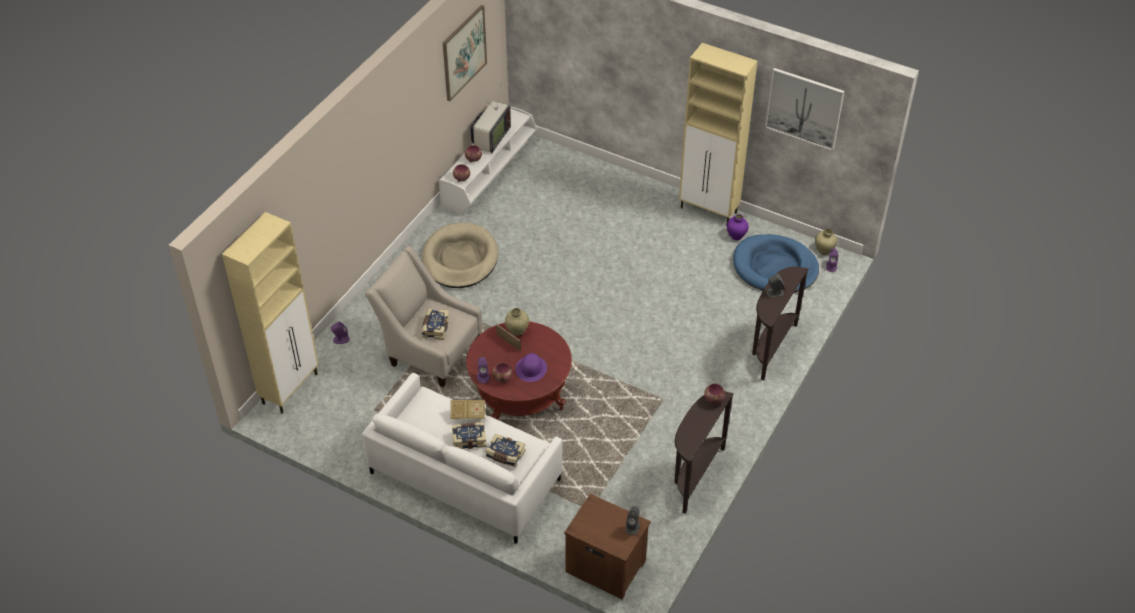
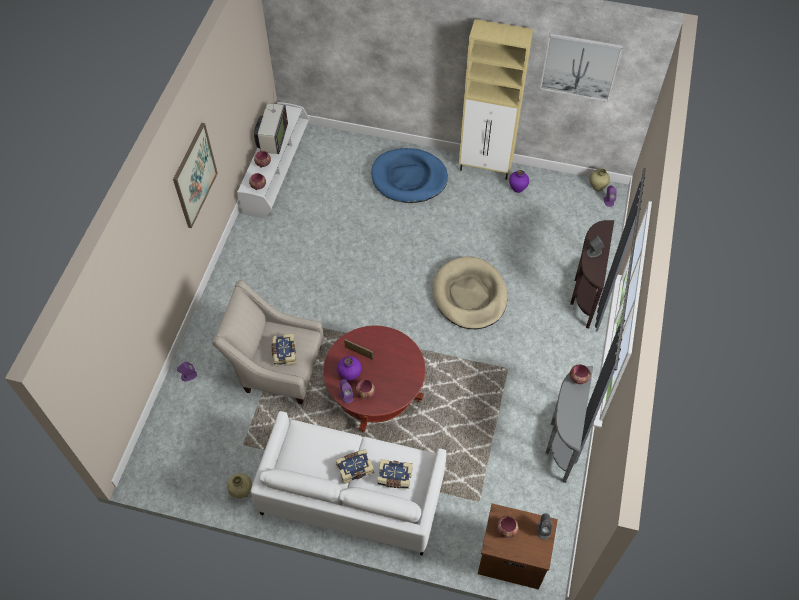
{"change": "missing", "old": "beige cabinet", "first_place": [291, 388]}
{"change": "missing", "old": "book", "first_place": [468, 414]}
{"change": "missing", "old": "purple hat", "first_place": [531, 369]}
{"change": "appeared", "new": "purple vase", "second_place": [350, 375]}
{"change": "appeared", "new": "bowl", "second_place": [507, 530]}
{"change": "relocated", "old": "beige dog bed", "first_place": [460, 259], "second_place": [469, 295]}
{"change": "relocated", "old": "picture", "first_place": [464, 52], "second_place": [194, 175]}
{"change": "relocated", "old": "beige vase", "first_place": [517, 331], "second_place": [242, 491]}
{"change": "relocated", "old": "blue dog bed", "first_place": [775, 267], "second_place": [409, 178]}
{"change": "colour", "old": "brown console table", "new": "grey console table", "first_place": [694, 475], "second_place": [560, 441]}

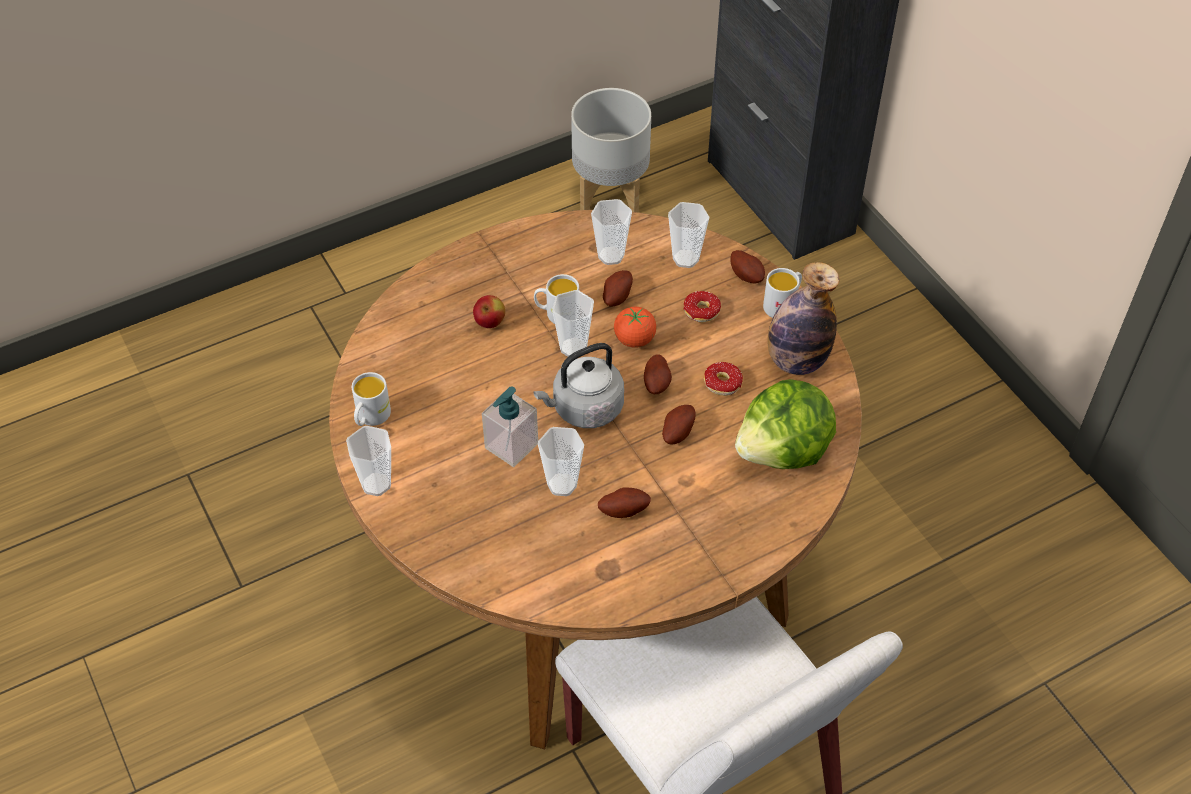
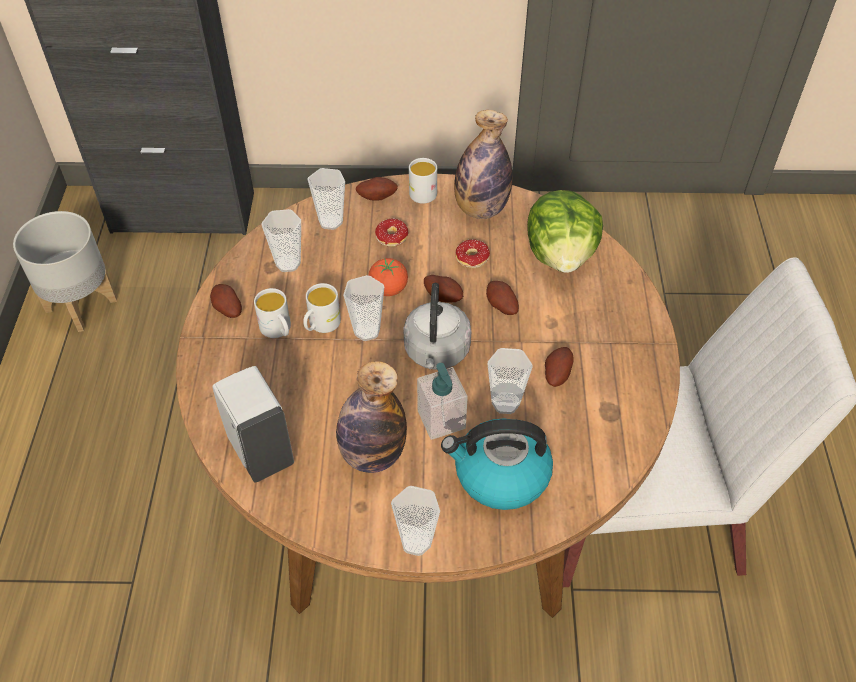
{"change": "missing", "old": "apple", "first_place": [490, 322]}
{"change": "appeared", "new": "white soap dispenser", "second_place": [260, 450]}
{"change": "appeared", "new": "bottle", "second_place": [372, 454]}
{"change": "appeared", "new": "kettle", "second_place": [500, 475]}
{"change": "relocated", "old": "white mug", "first_place": [370, 417], "second_place": [278, 330]}
{"change": "relocated", "old": "potato", "first_place": [616, 296], "second_place": [227, 310]}

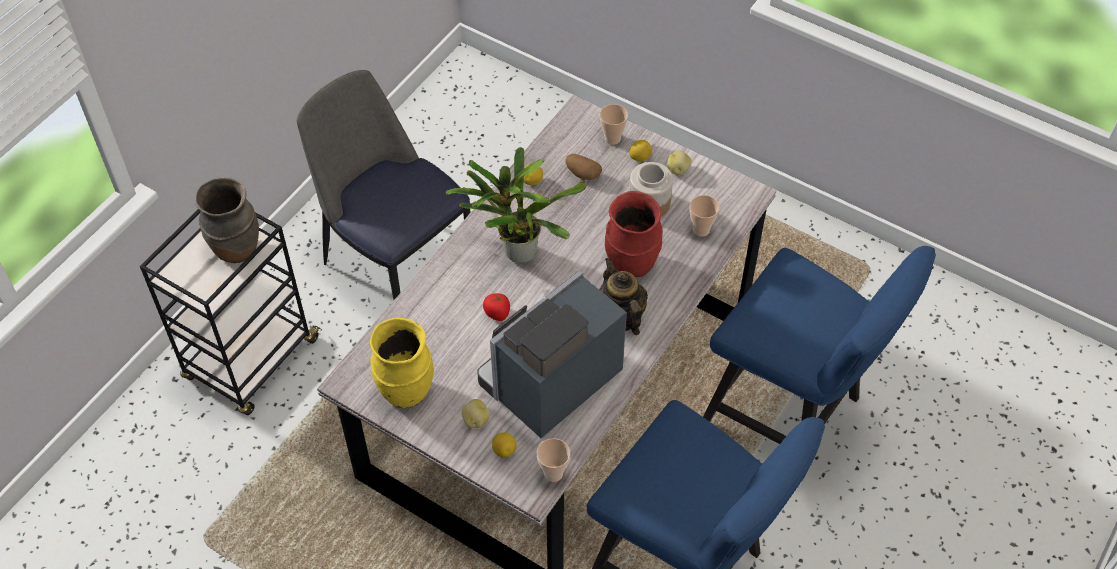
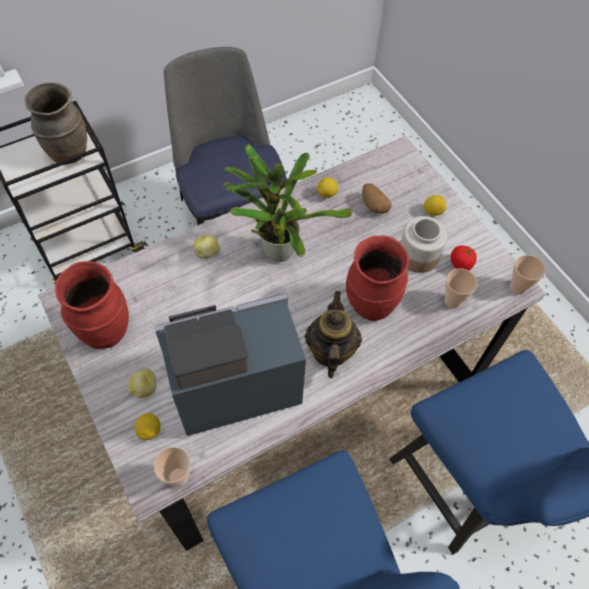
{"change": "relocated", "old": "tomato", "first_place": [497, 313], "second_place": [461, 264]}
{"change": "relocated", "old": "cup", "first_place": [612, 138], "second_place": [518, 287]}
{"change": "relocated", "old": "potato", "first_place": [678, 169], "second_place": [208, 252]}
{"change": "colour", "old": "yellow vase", "new": "red vase", "first_place": [405, 390], "second_place": [105, 330]}

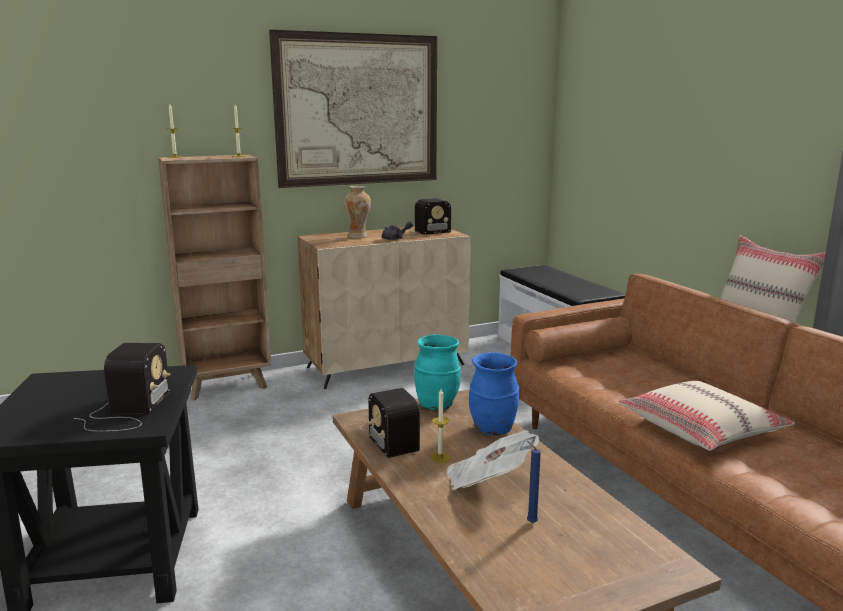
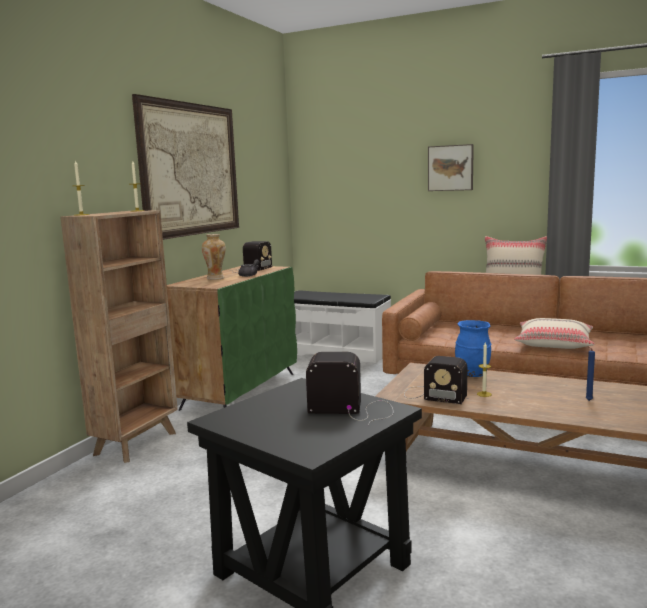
{"change": "missing", "old": "turquoise vase", "first_place": [437, 405]}
{"change": "missing", "old": "newspaper", "first_place": [488, 481]}
{"change": "appeared", "new": "picture", "second_place": [451, 168]}
{"change": "colour", "old": "beige cabinet", "new": "green cabinet", "first_place": [386, 365], "second_place": [240, 390]}
{"change": "spun", "old": "radio", "first_place": [127, 411], "second_place": [353, 409], "degrees": -45}

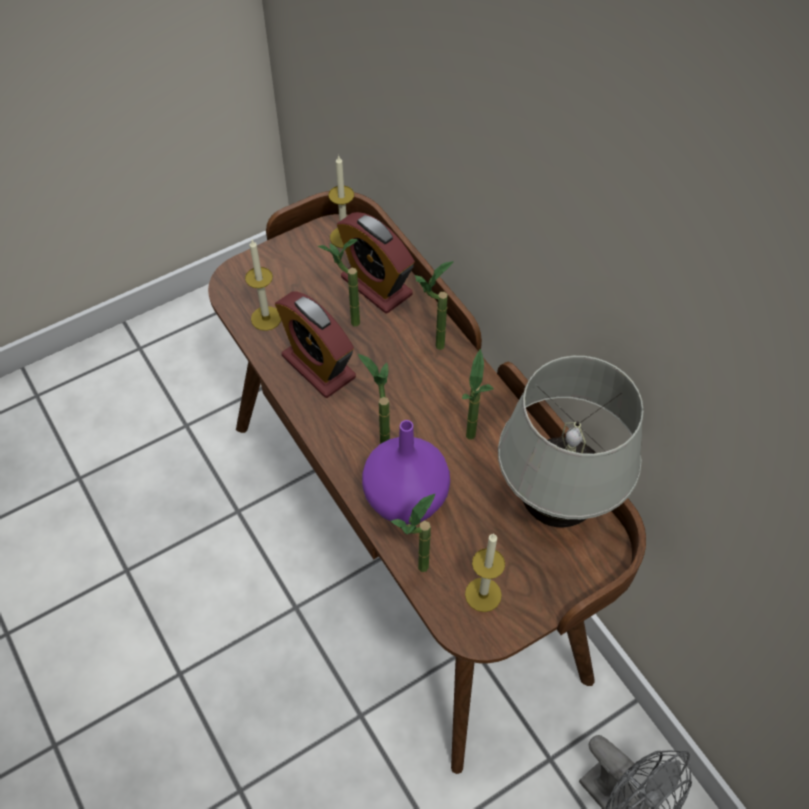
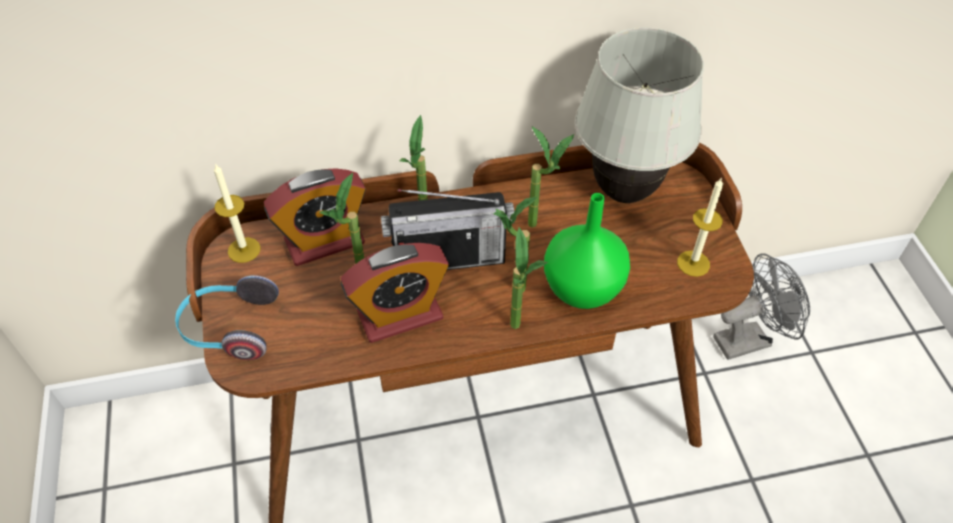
{"change": "missing", "old": "candle", "first_place": [266, 318]}
{"change": "appeared", "new": "headphones", "second_place": [229, 328]}
{"change": "appeared", "new": "radio", "second_place": [449, 259]}
{"change": "relocated", "old": "potted plant", "first_place": [415, 575], "second_place": [520, 332]}
{"change": "colour", "old": "purple vase", "new": "green vase", "first_place": [404, 500], "second_place": [582, 290]}

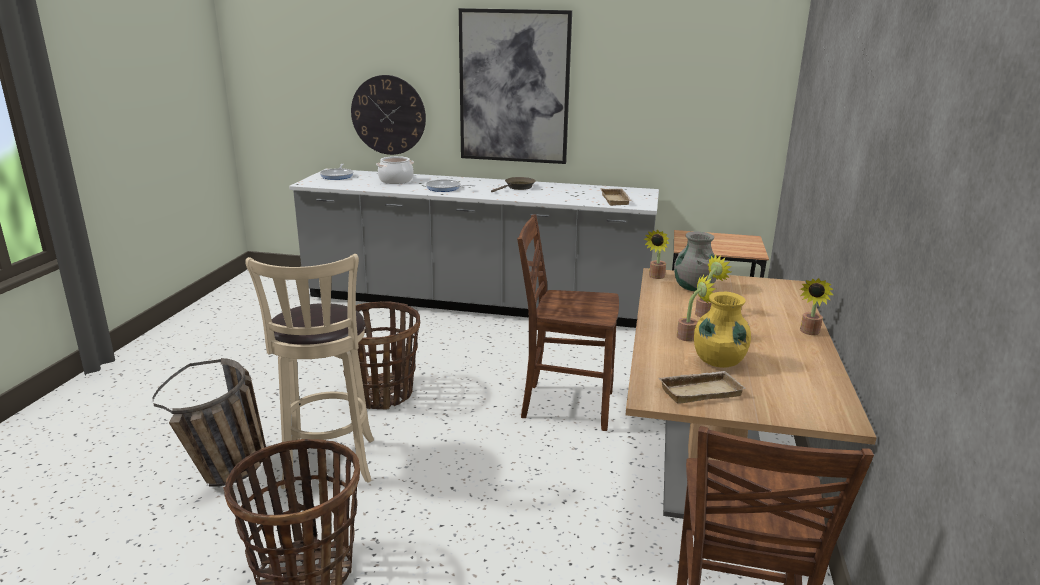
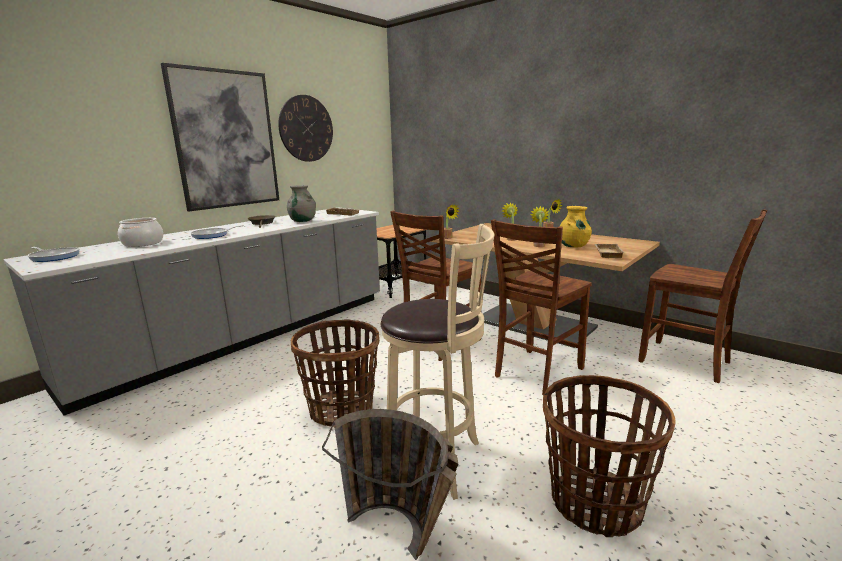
{"change": "appeared", "new": "brown chair", "second_place": [536, 372]}
{"change": "relocated", "old": "wall clock", "first_place": [388, 115], "second_place": [306, 128]}
{"change": "relocated", "old": "grey vase", "first_place": [694, 287], "second_place": [302, 221]}

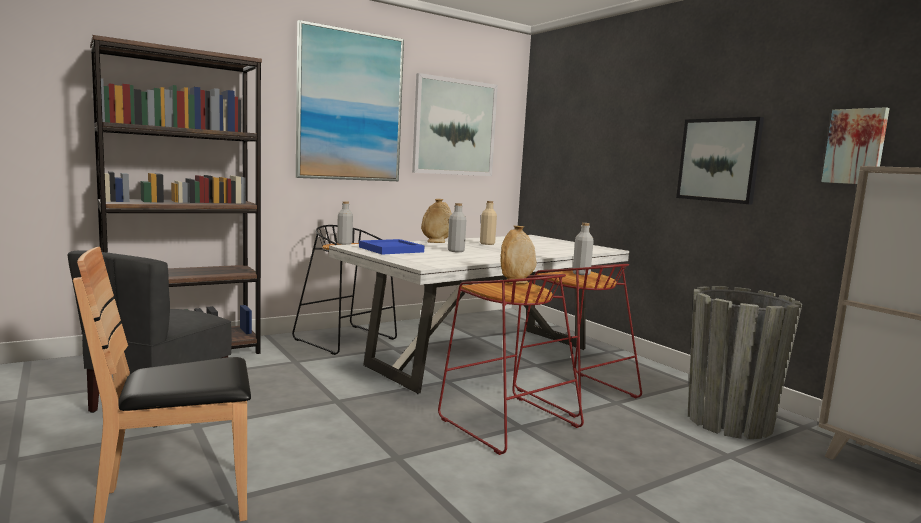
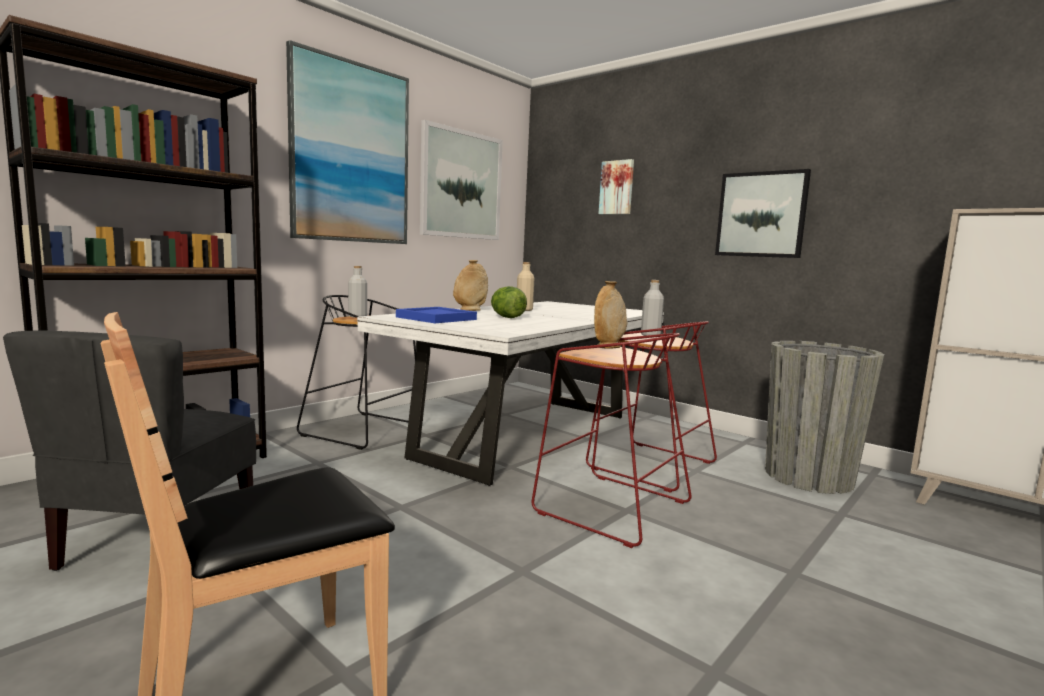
{"change": "relocated", "old": "picture", "first_place": [855, 146], "second_place": [617, 187]}
{"change": "exchanged", "old": "grey bottle", "new": "lettuce", "first_place": [456, 251], "second_place": [507, 317]}

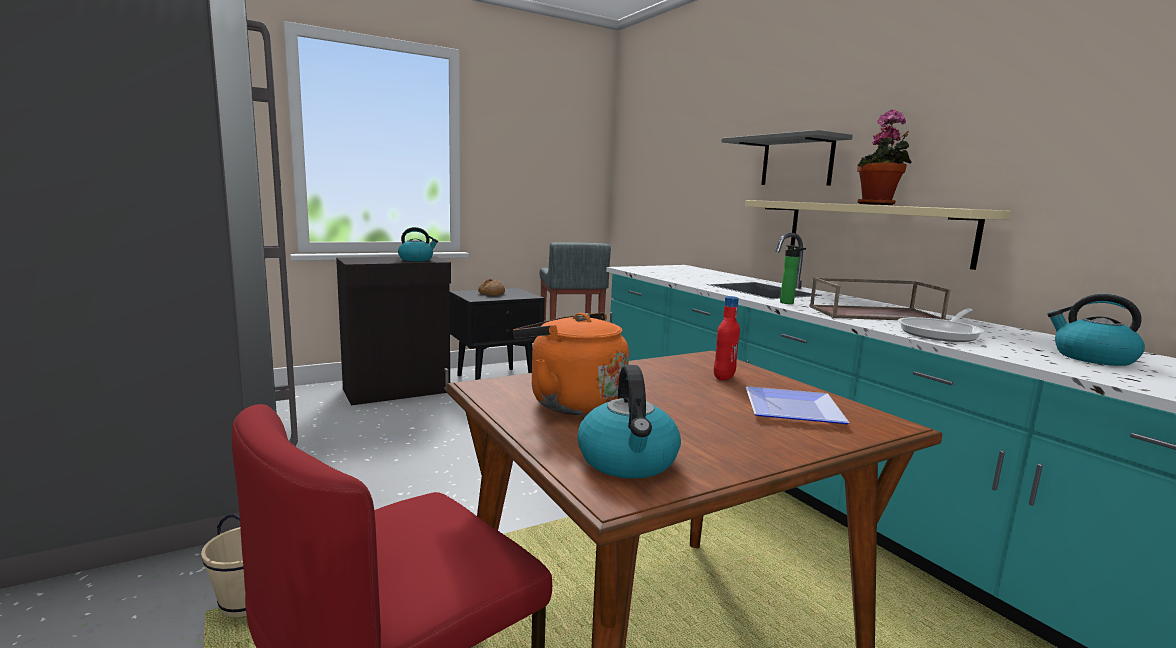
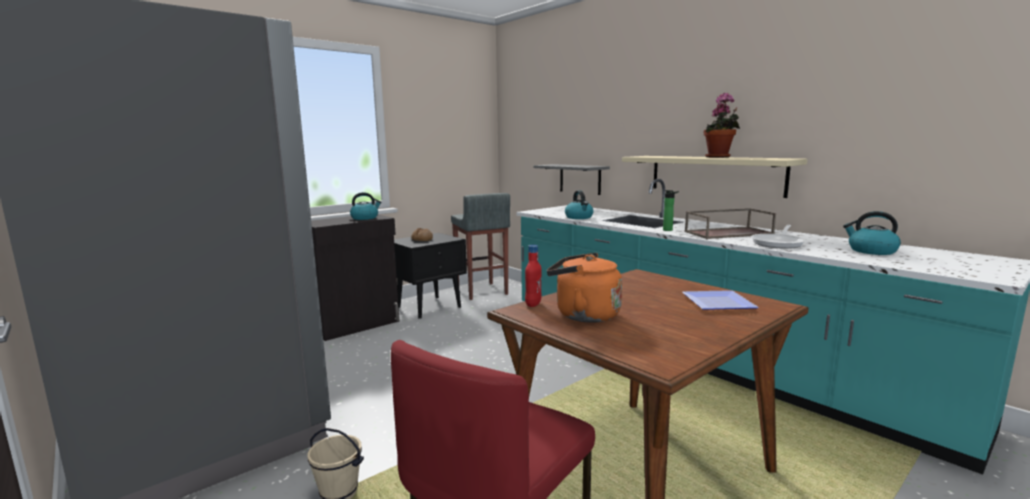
{"change": "relocated", "old": "kettle", "first_place": [628, 461], "second_place": [579, 217]}
{"change": "relocated", "old": "red bottle", "first_place": [724, 377], "second_place": [533, 304]}
{"change": "relocated", "old": "grey shelf", "first_place": [797, 162], "second_place": [580, 179]}

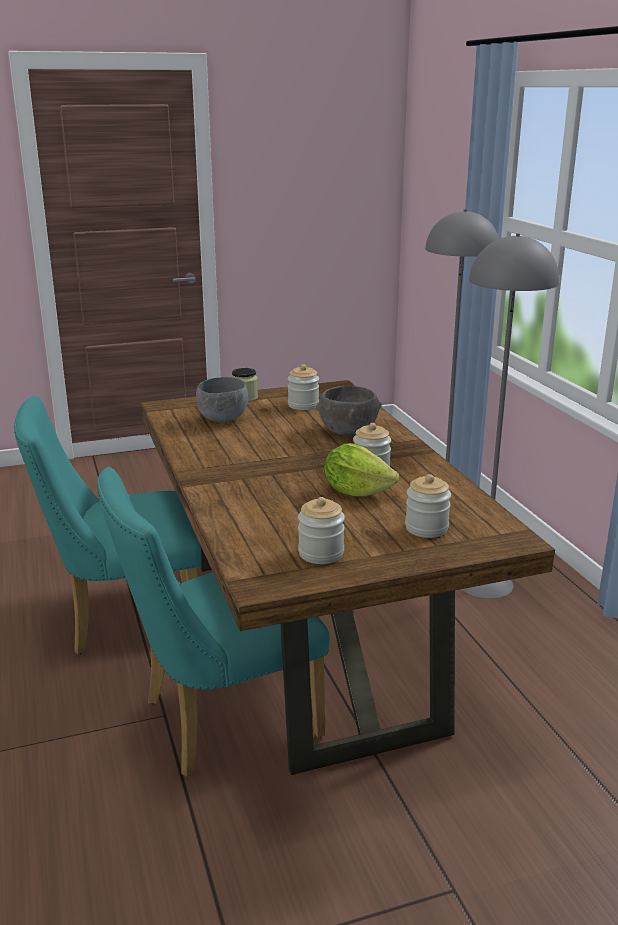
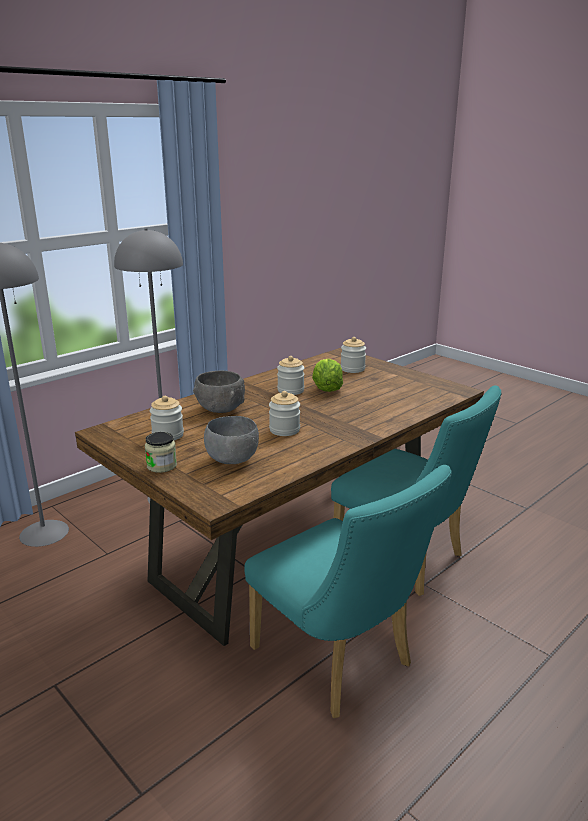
{"change": "relocated", "old": "jar", "first_place": [321, 553], "second_place": [284, 430]}

